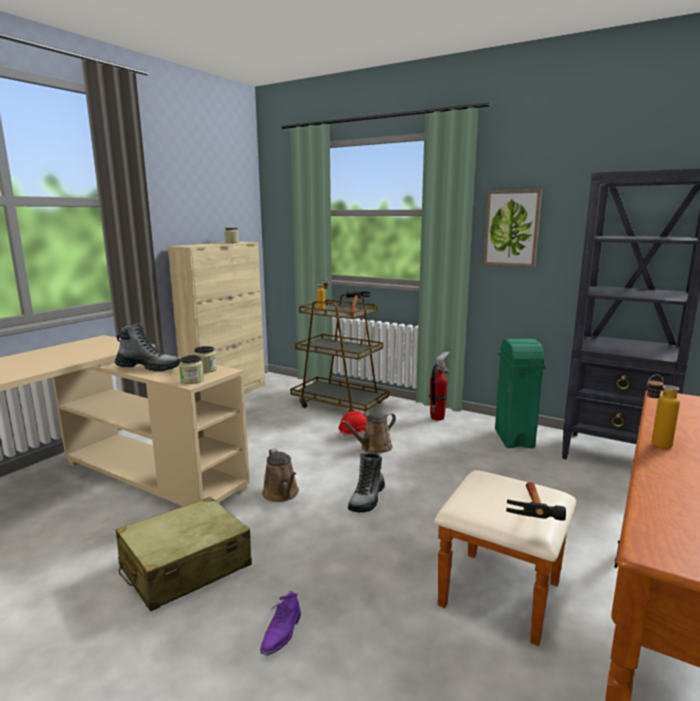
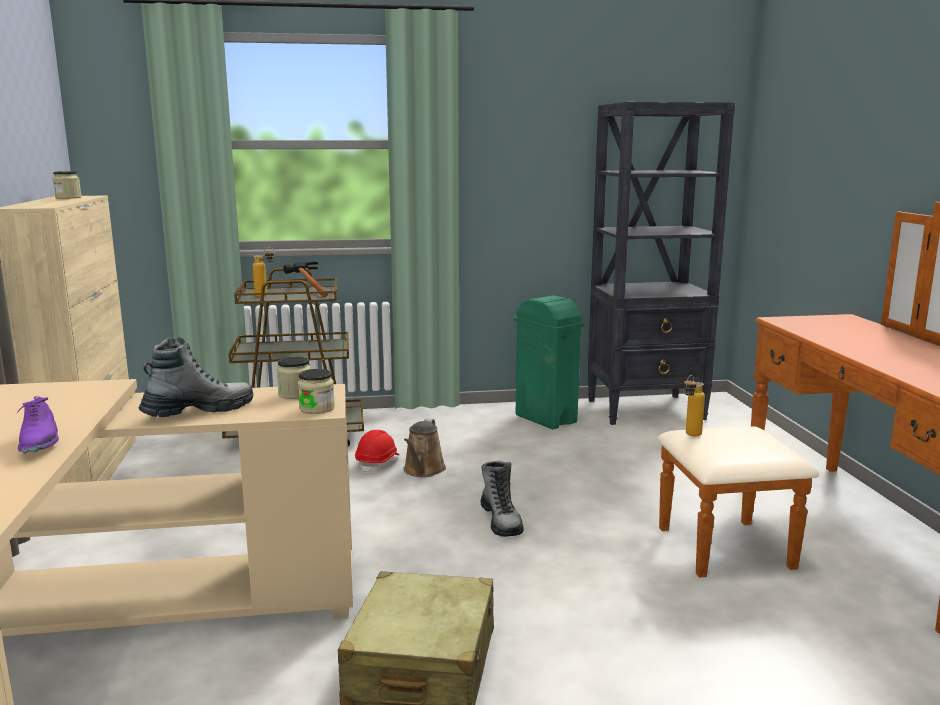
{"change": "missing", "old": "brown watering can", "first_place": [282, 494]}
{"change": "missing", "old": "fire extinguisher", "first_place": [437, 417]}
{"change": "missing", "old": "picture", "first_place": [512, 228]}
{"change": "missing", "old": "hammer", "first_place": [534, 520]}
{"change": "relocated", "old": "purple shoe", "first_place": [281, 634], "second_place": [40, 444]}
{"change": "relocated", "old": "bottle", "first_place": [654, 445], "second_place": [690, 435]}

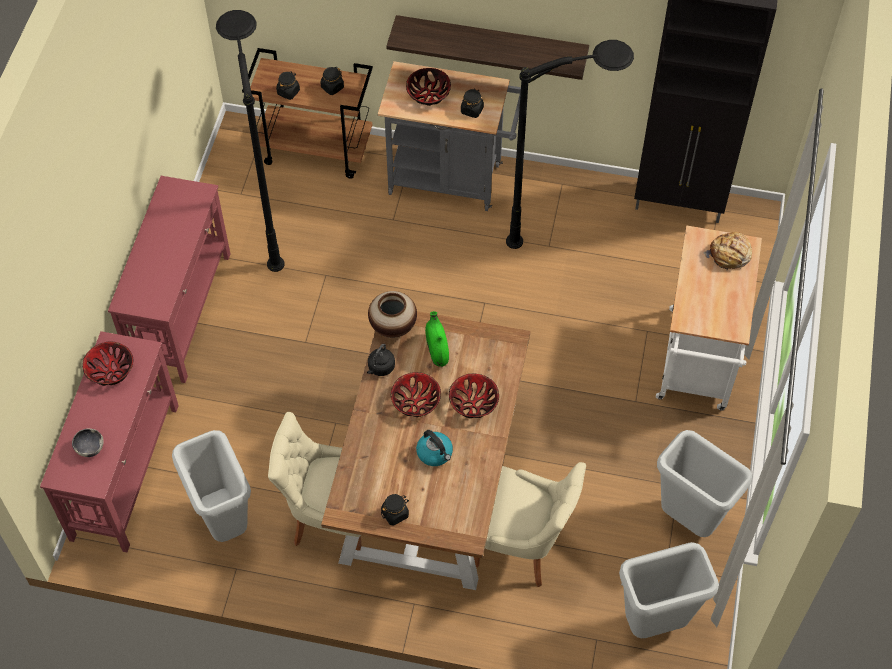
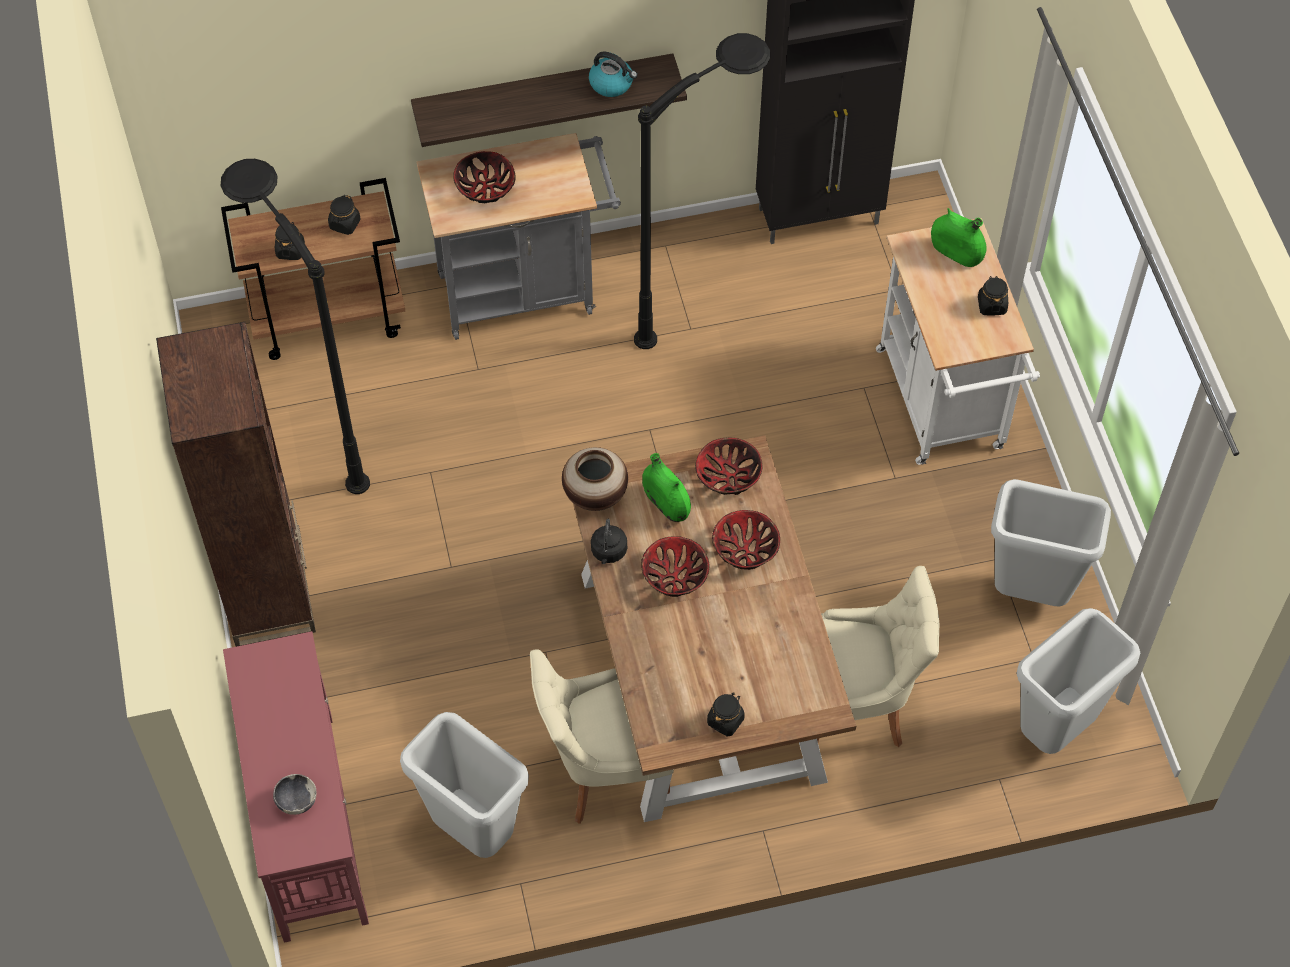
{"change": "relocated", "old": "bowl", "first_place": [110, 371], "second_place": [728, 476]}
{"change": "relocated", "old": "kettle", "first_place": [435, 453], "second_place": [612, 84]}
{"change": "relocated", "old": "black jar", "first_place": [472, 110], "second_place": [991, 305]}
{"change": "exchanged", "old": "red console table", "new": "brown bookcase", "first_place": [182, 311], "second_place": [268, 591]}
{"change": "exchanged", "old": "bread", "new": "green vase", "first_place": [729, 255], "second_place": [956, 252]}

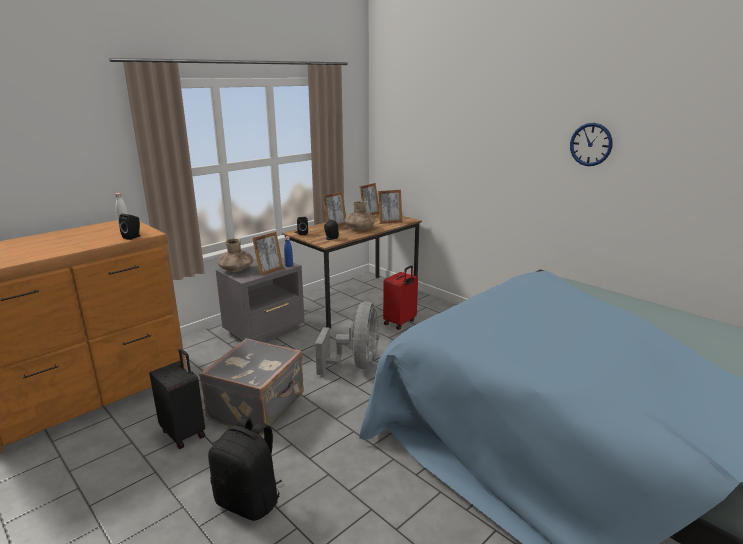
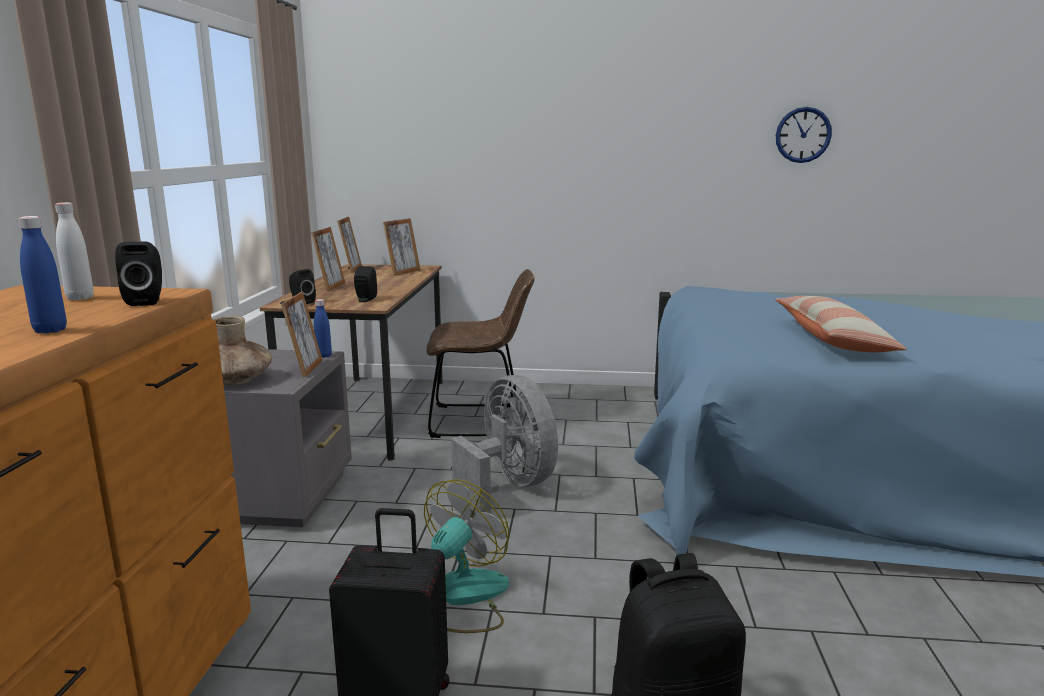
{"change": "missing", "old": "brown vase", "first_place": [359, 228]}
{"change": "appeared", "new": "blue bottle", "second_place": [50, 330]}
{"change": "appeared", "new": "pillow", "second_place": [832, 339]}
{"change": "relocated", "old": "wall clock", "first_place": [590, 144], "second_place": [803, 135]}
{"change": "exchanged", "old": "grey suitcase", "new": "fan", "first_place": [258, 407], "second_place": [462, 597]}
{"change": "exchanged", "old": "red suitcase", "new": "brown chair", "first_place": [400, 322], "second_place": [481, 421]}

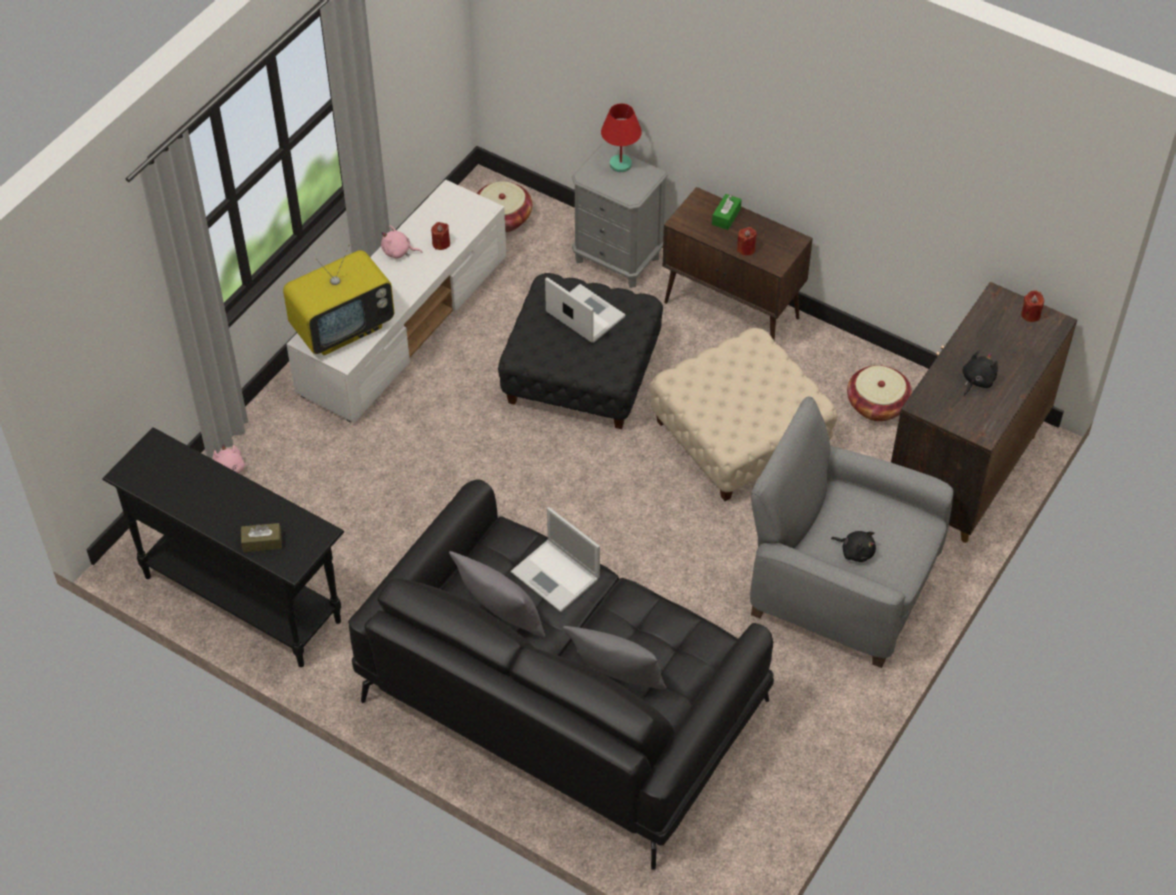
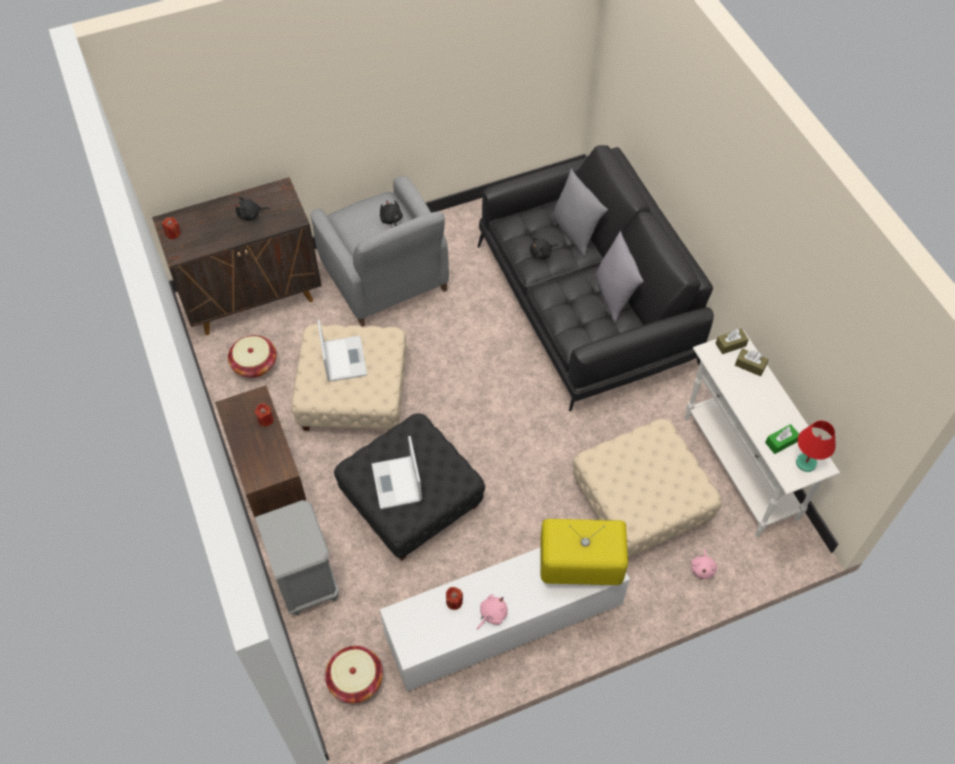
{"change": "appeared", "new": "black plush toy", "second_place": [542, 253]}
{"change": "appeared", "new": "beige ottoman", "second_place": [641, 502]}
{"change": "appeared", "new": "brown tissue box", "second_place": [730, 344]}
{"change": "relocated", "old": "laptop", "first_place": [556, 576], "second_place": [343, 358]}
{"change": "relocated", "old": "red table lamp", "first_place": [620, 165], "second_place": [806, 463]}
{"change": "relocated", "old": "green tissue box", "first_place": [726, 217], "second_place": [781, 442]}
{"change": "colour", "old": "black console table", "new": "white console table", "first_place": [242, 598], "second_place": [739, 468]}
{"change": "spun", "old": "pink plush toy", "first_place": [398, 252], "second_place": [492, 615], "degrees": -90}

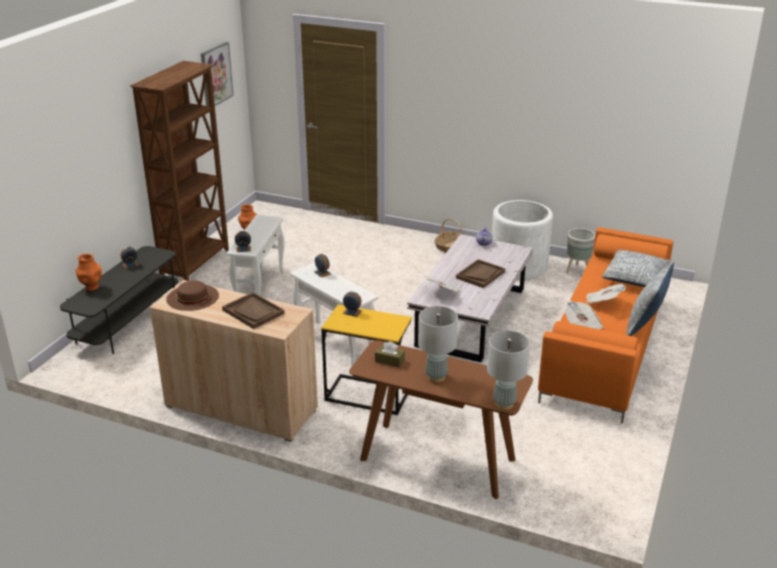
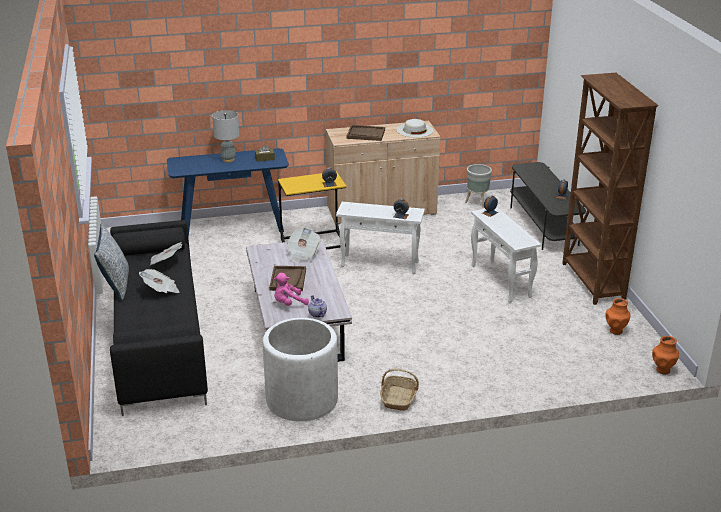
{"change": "missing", "old": "picture", "first_place": [216, 75]}
{"change": "missing", "old": "grey table lamp", "first_place": [504, 404]}
{"change": "missing", "old": "pillow", "first_place": [635, 278]}
{"change": "appeared", "new": "pink plush toy", "second_place": [288, 303]}
{"change": "relocated", "old": "orange vase", "first_place": [91, 287], "second_place": [663, 370]}
{"change": "relocated", "old": "grey planter", "first_place": [577, 271], "second_place": [477, 203]}
{"change": "colour", "old": "brown hat", "new": "white hat", "first_place": [192, 297], "second_place": [415, 130]}
{"change": "colour", "old": "brown console table", "new": "blue console table", "first_place": [437, 460], "second_place": [232, 227]}
{"change": "colour", "old": "orange sofa", "new": "black sofa", "first_place": [605, 347], "second_place": [158, 339]}

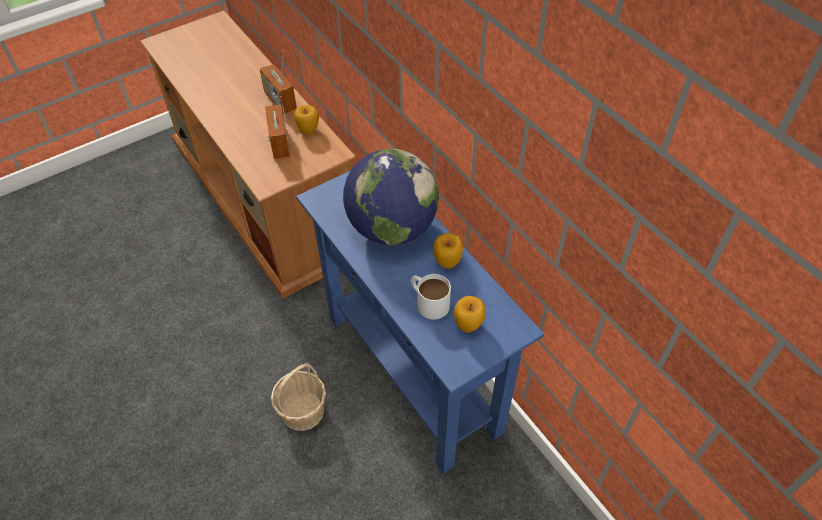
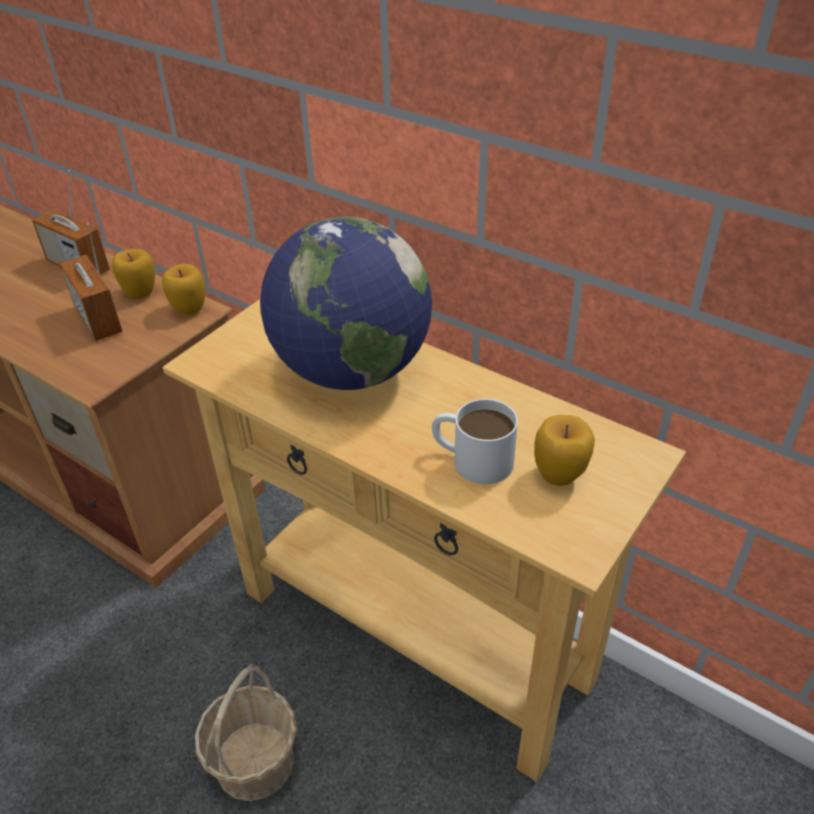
{"change": "relocated", "old": "apple", "first_place": [447, 262], "second_place": [189, 309]}
{"change": "colour", "old": "blue console table", "new": "beige console table", "first_place": [412, 372], "second_place": [413, 634]}

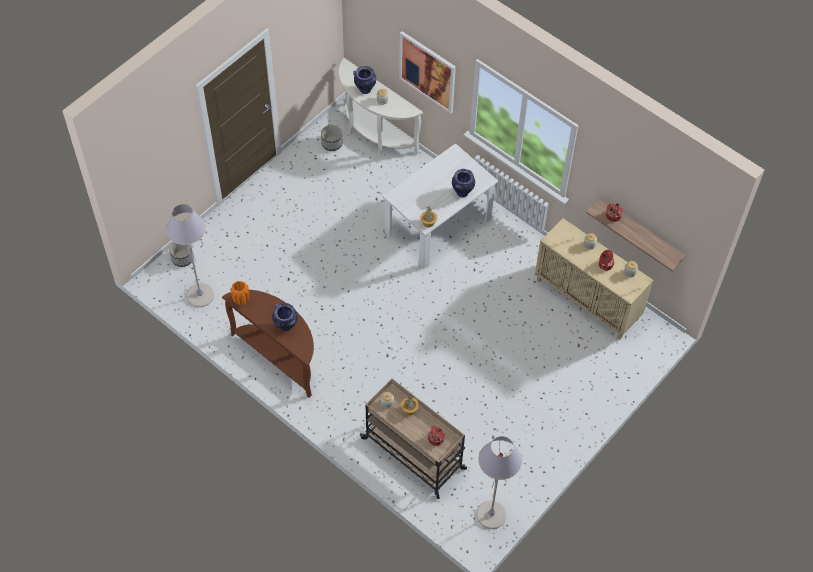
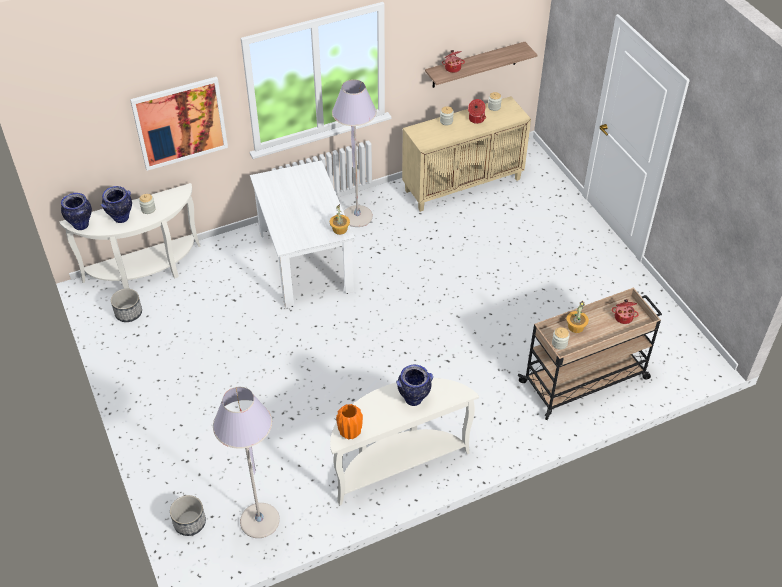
{"change": "relocated", "old": "vase", "first_place": [462, 192], "second_place": [81, 225]}
{"change": "relocated", "old": "grey floor lamp", "first_place": [491, 515], "second_place": [357, 217]}
{"change": "colour", "old": "brown console table", "new": "white console table", "first_place": [280, 356], "second_place": [397, 463]}

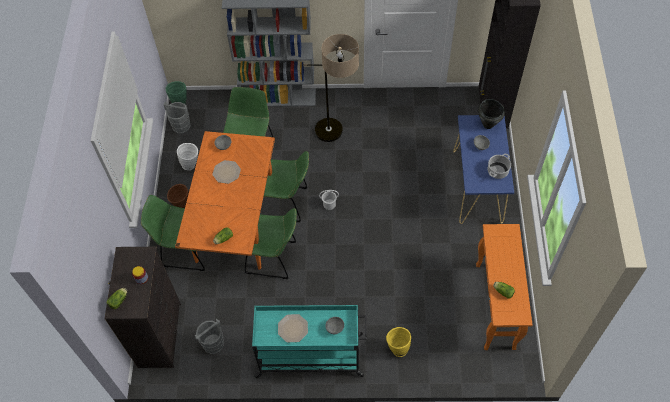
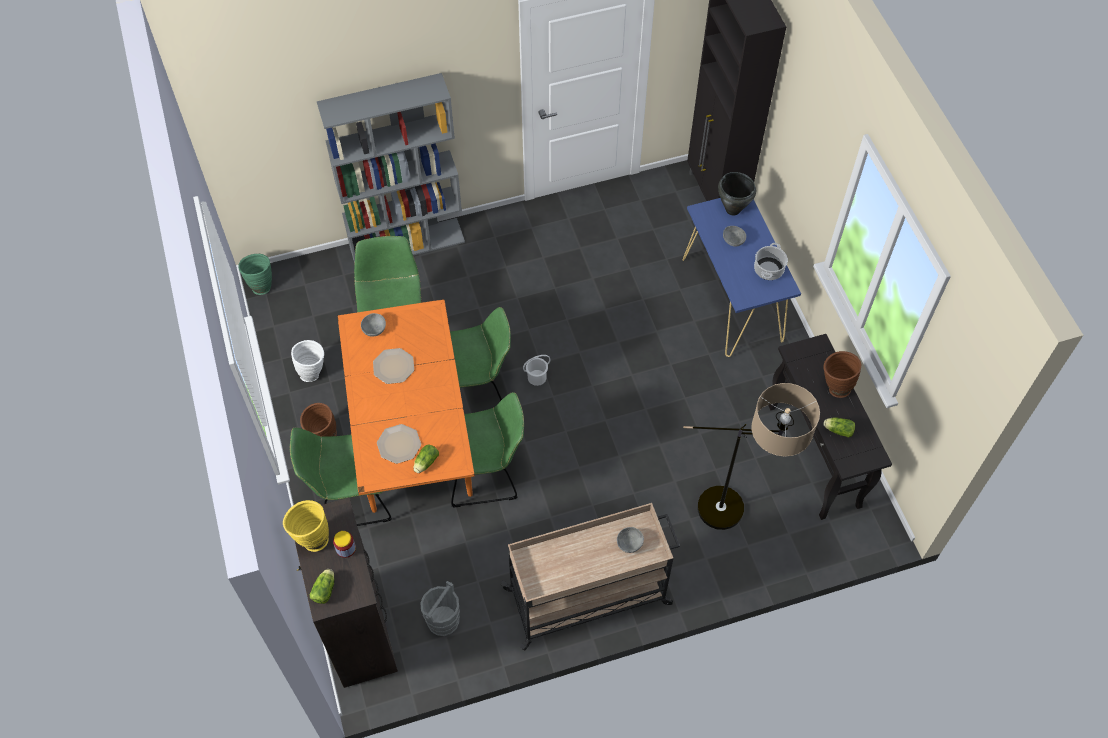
{"change": "missing", "old": "grey bucket", "first_place": [181, 126]}
{"change": "appeared", "new": "brown vase", "second_place": [834, 387]}
{"change": "relocated", "old": "plate", "first_place": [293, 328], "second_place": [399, 444]}
{"change": "relocated", "old": "floor lamp", "first_place": [336, 137], "second_place": [737, 517]}
{"change": "relocated", "old": "yellow vase", "first_place": [397, 348], "second_place": [311, 538]}
{"change": "colour", "old": "turquoise cart", "new": "beige cart", "first_place": [311, 355], "second_place": [589, 596]}
{"change": "colour", "old": "orange console table", "new": "black console table", "first_place": [495, 306], "second_place": [814, 457]}

